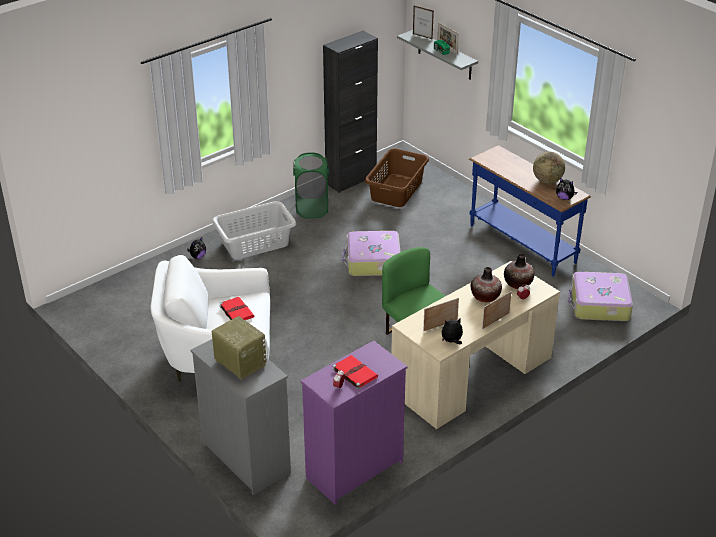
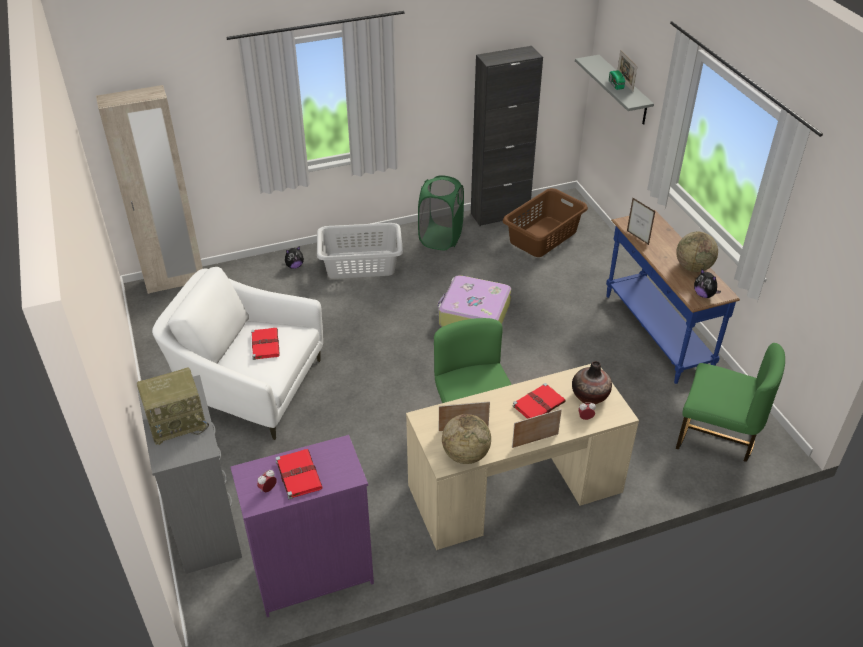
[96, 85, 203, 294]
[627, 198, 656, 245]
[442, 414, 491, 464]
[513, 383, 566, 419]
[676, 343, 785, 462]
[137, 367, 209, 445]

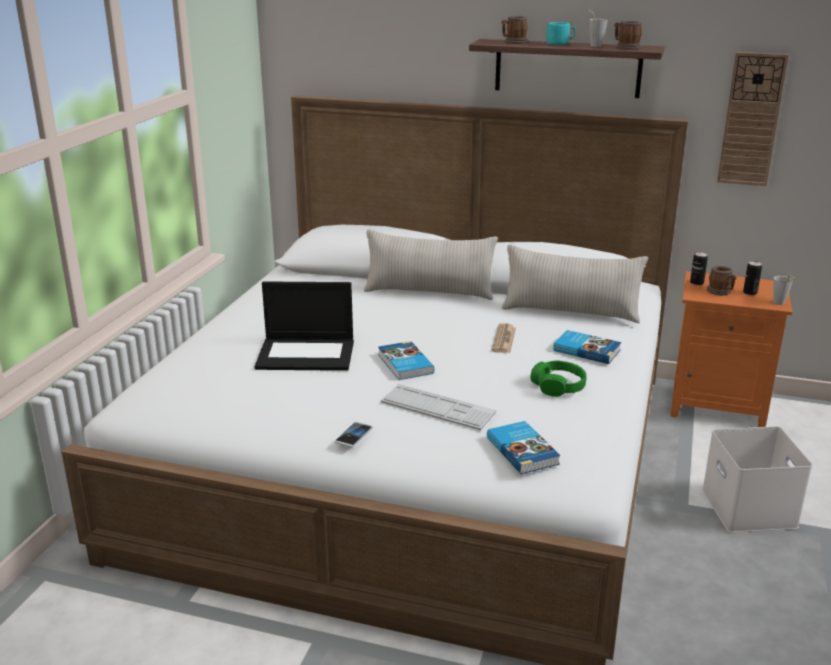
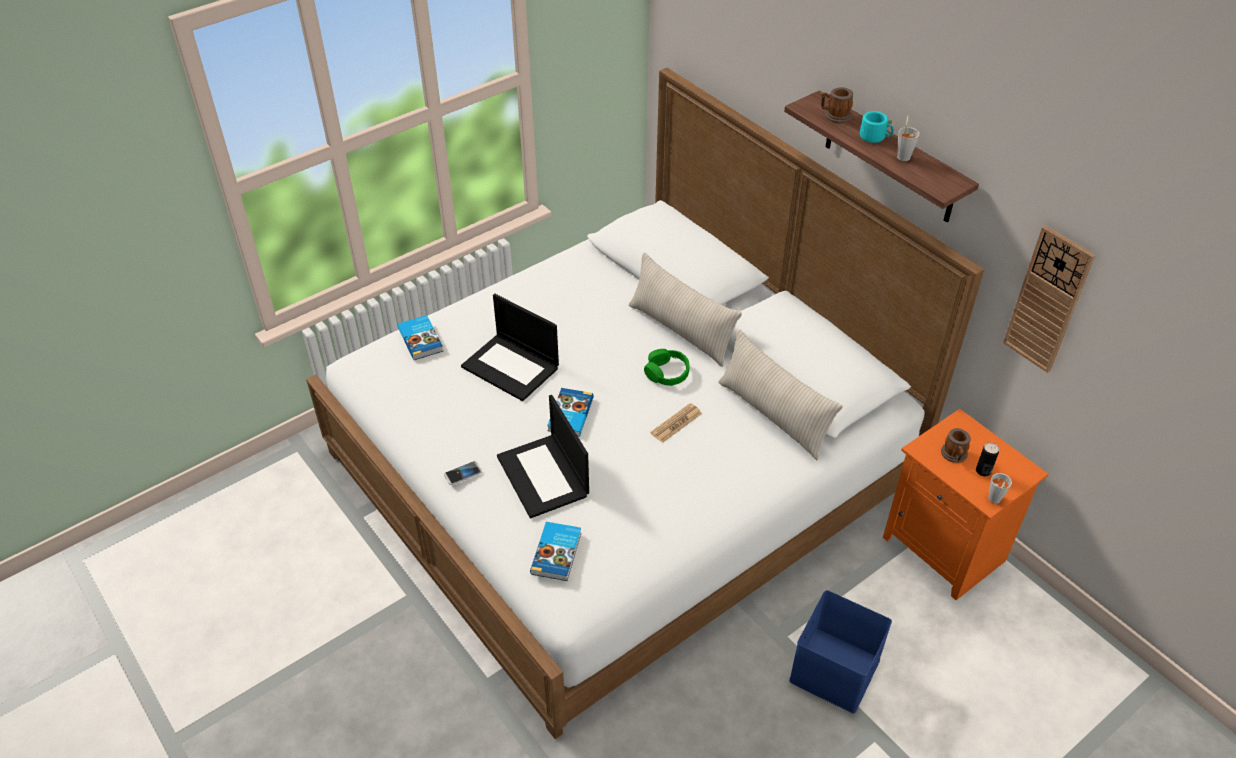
[614, 21, 642, 50] (first image)
[690, 252, 708, 285] (first image)
[644, 349, 689, 386]
[397, 315, 443, 360]
[497, 395, 589, 518]
[789, 590, 892, 713]

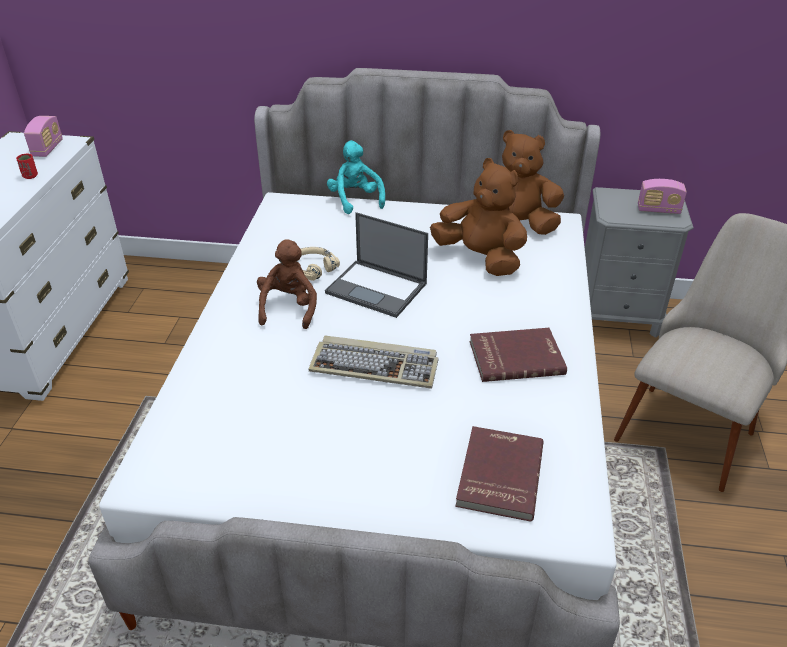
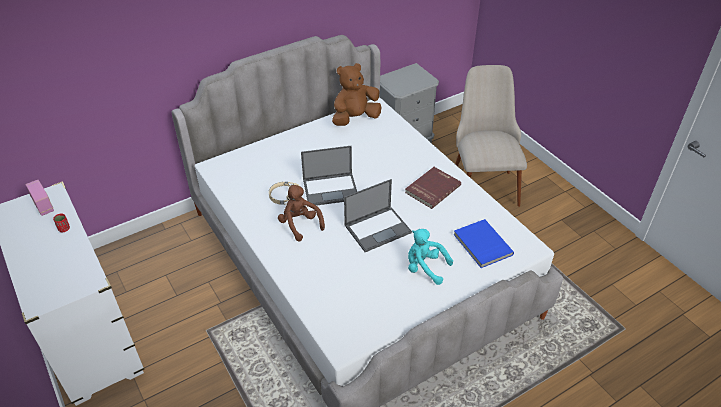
[430, 158, 527, 276] (first image)
[638, 179, 687, 214] (first image)
[408, 229, 453, 285]
[344, 179, 412, 252]
[454, 219, 514, 268]

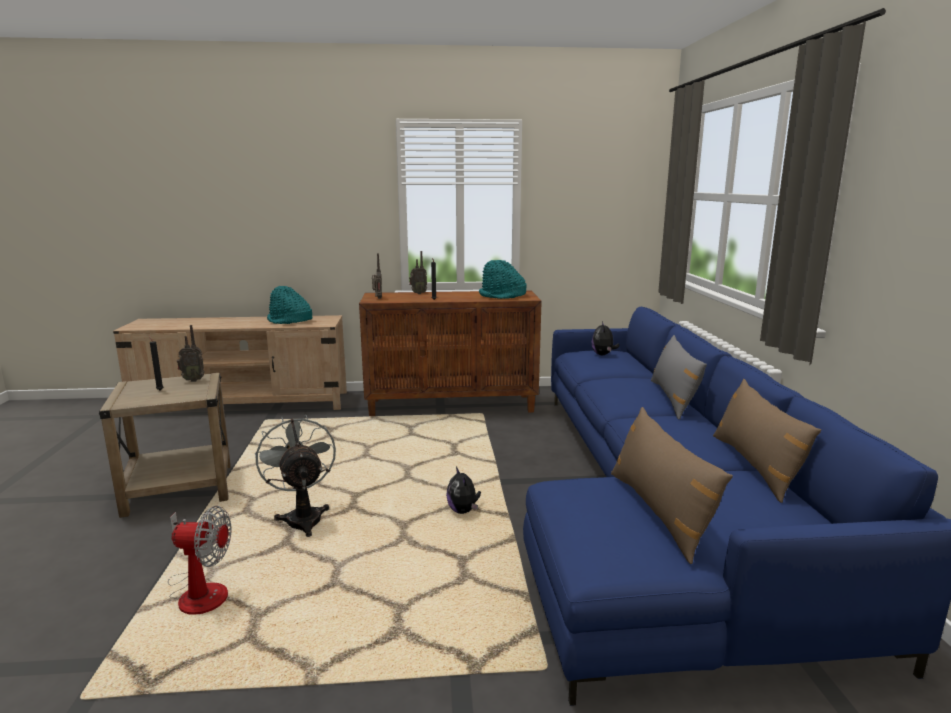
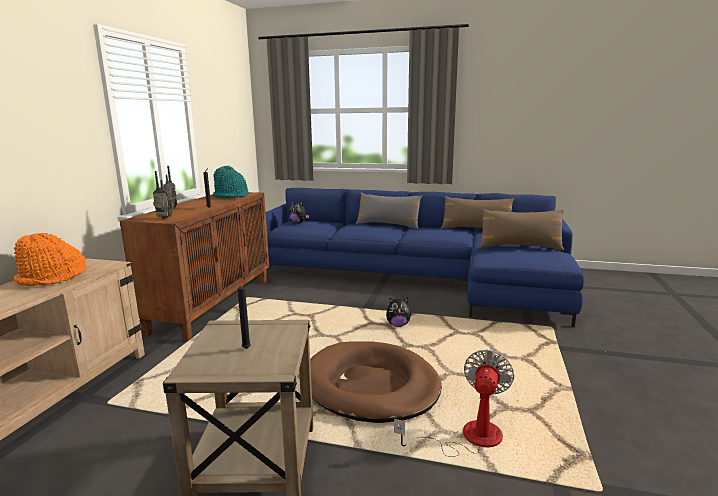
[177, 325, 205, 382] (first image)
[310, 341, 442, 423]
[14, 233, 86, 286]

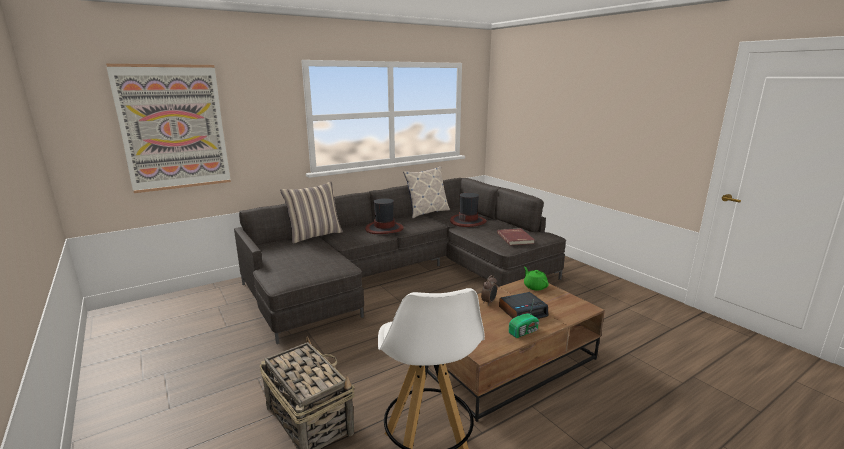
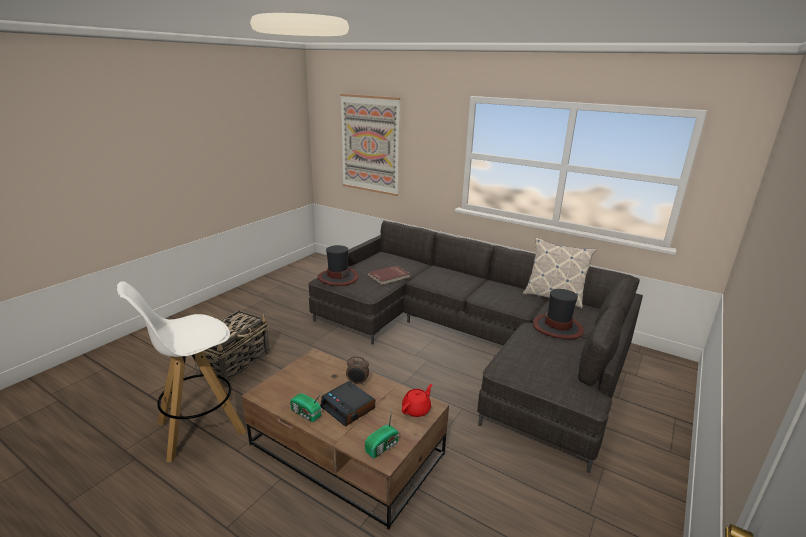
[280, 181, 343, 244] (first image)
[365, 410, 399, 459]
[318, 245, 359, 286]
[368, 265, 410, 285]
[402, 384, 433, 417]

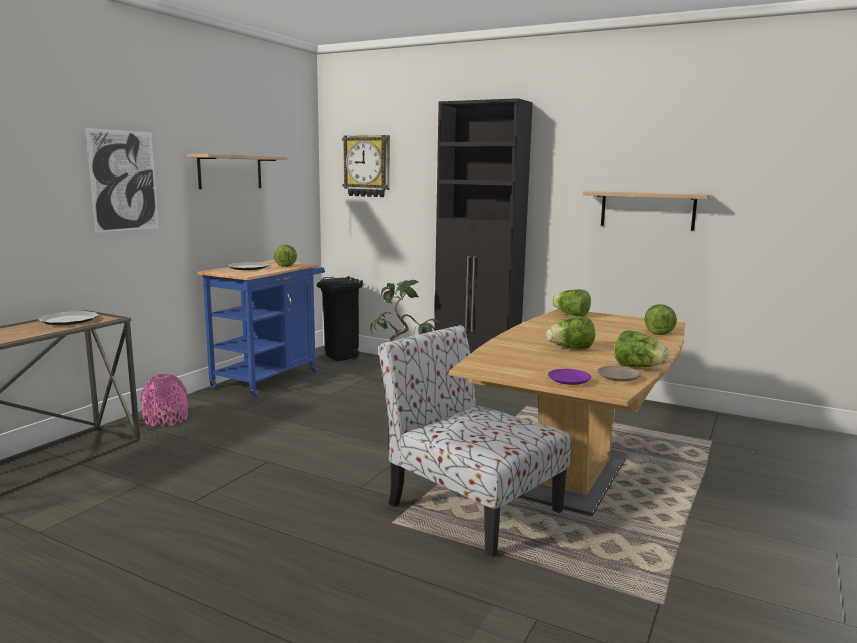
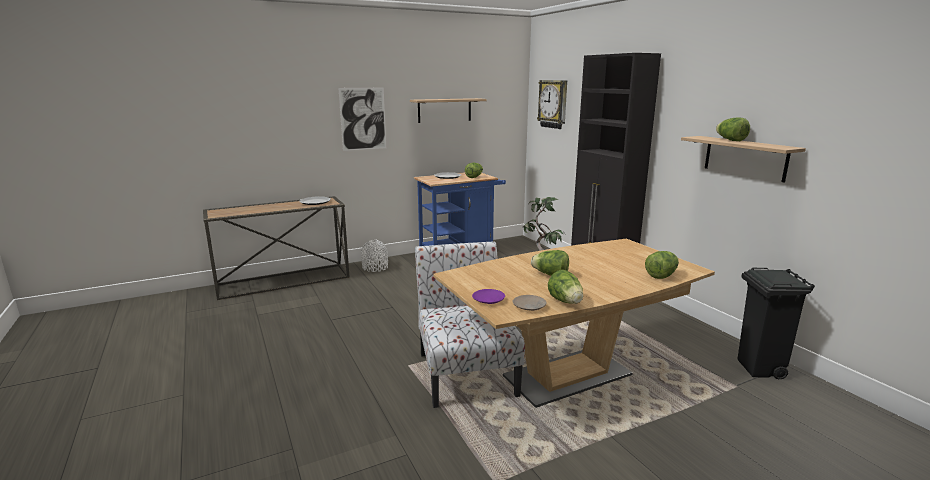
[737, 268, 815, 380]
[716, 117, 750, 141]
[361, 240, 388, 272]

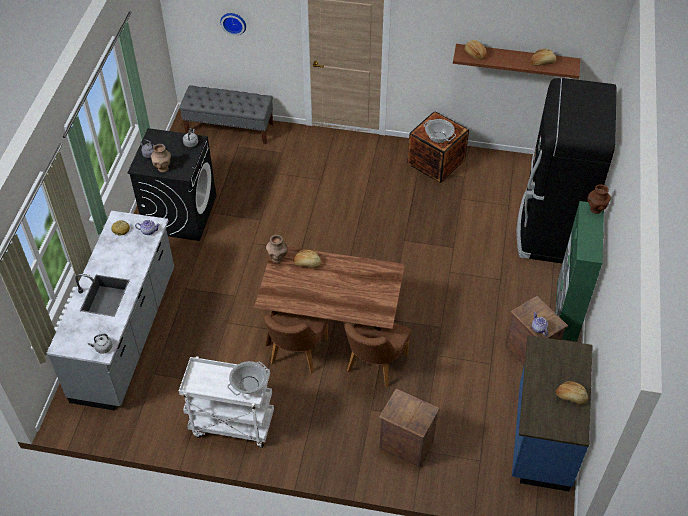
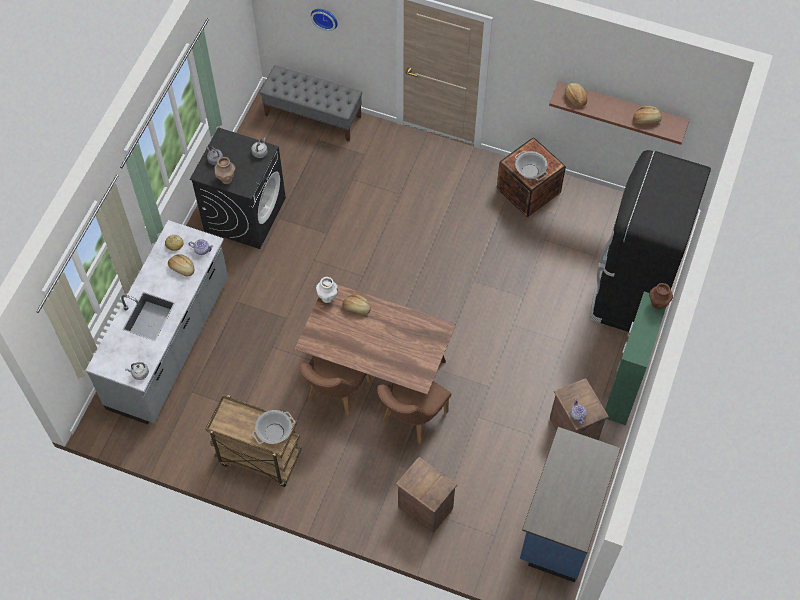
[168, 254, 194, 276]
[206, 395, 302, 487]
[316, 277, 338, 303]

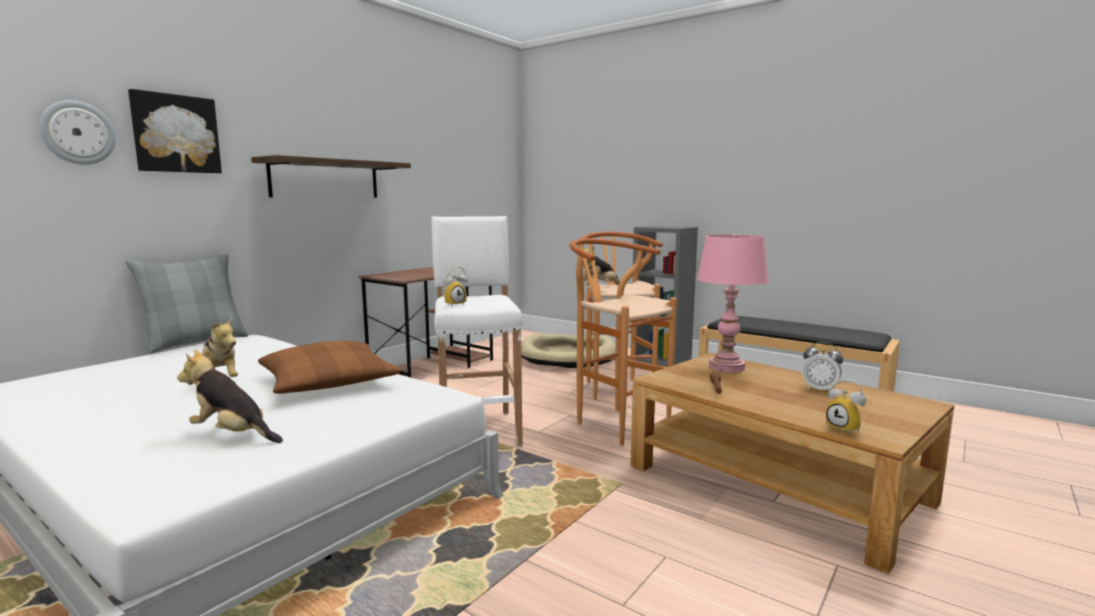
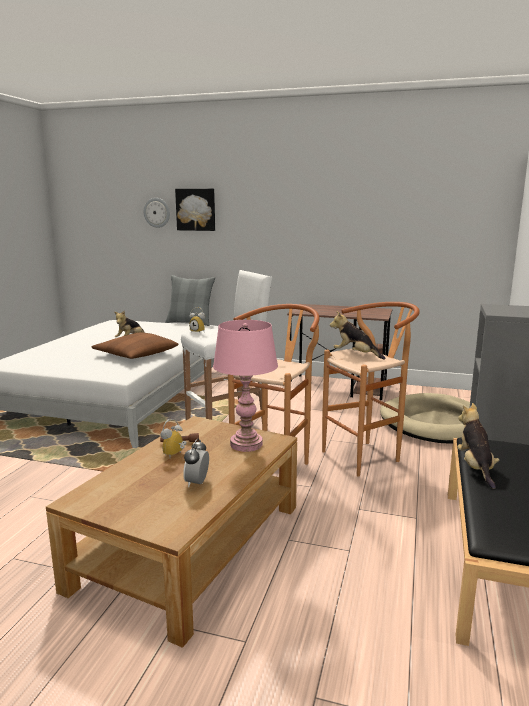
[251, 155, 411, 198] (first image)
[458, 403, 499, 489]
[161, 419, 187, 457]

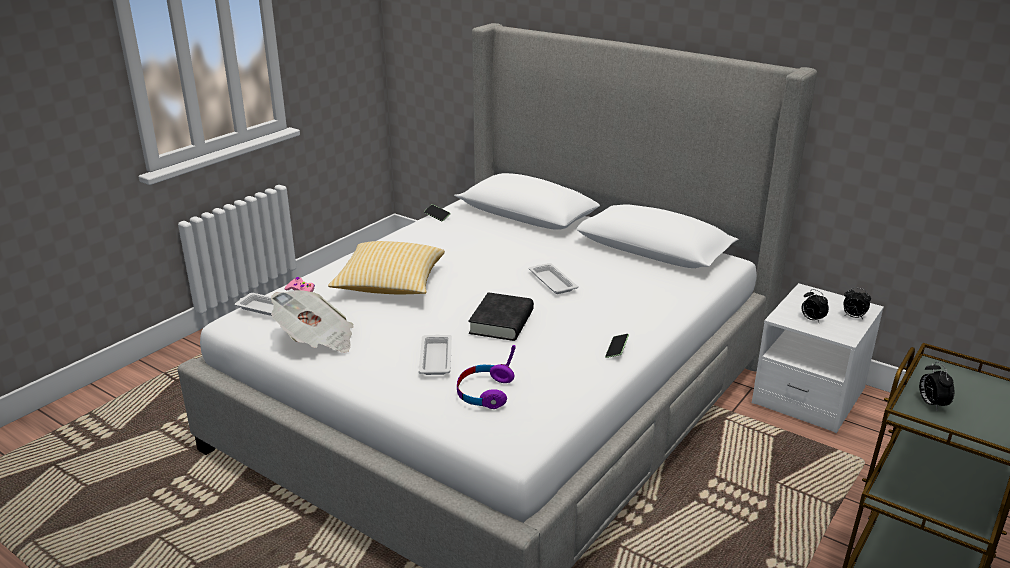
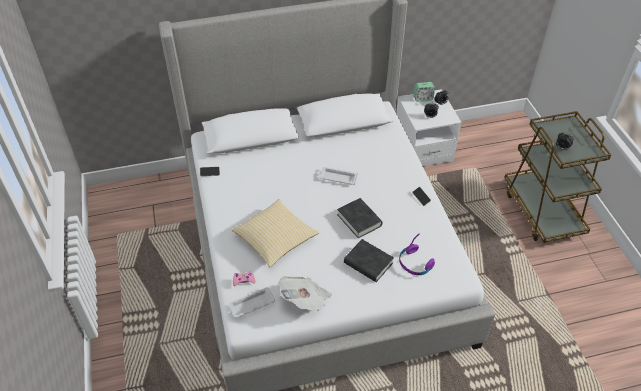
[413, 82, 435, 102]
[344, 239, 394, 282]

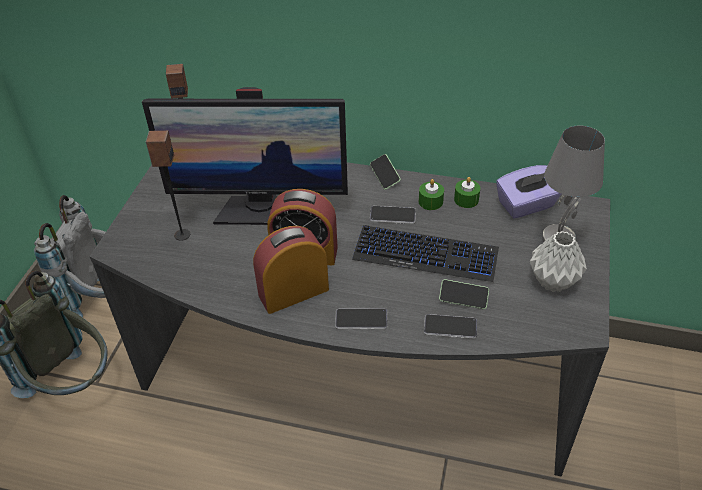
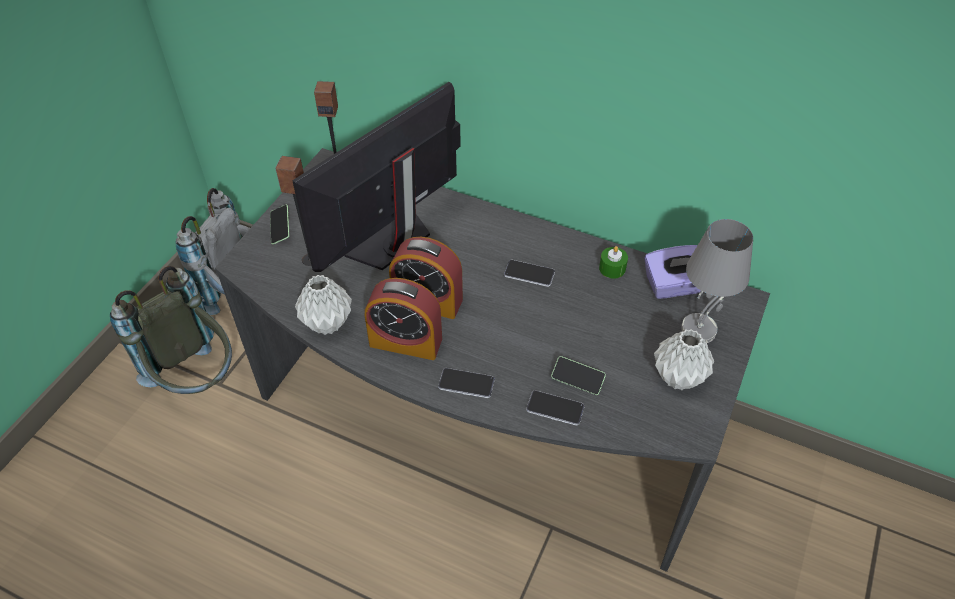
[352, 225, 499, 282] (first image)
[419, 179, 444, 210] (first image)
[295, 275, 352, 335]
[270, 205, 289, 245]
[292, 82, 461, 272]
[365, 278, 442, 360]

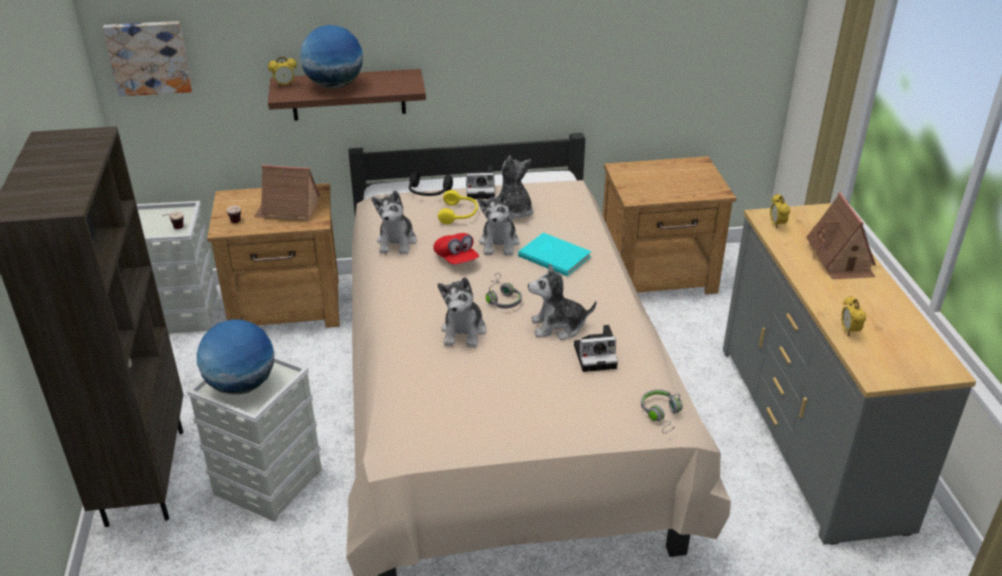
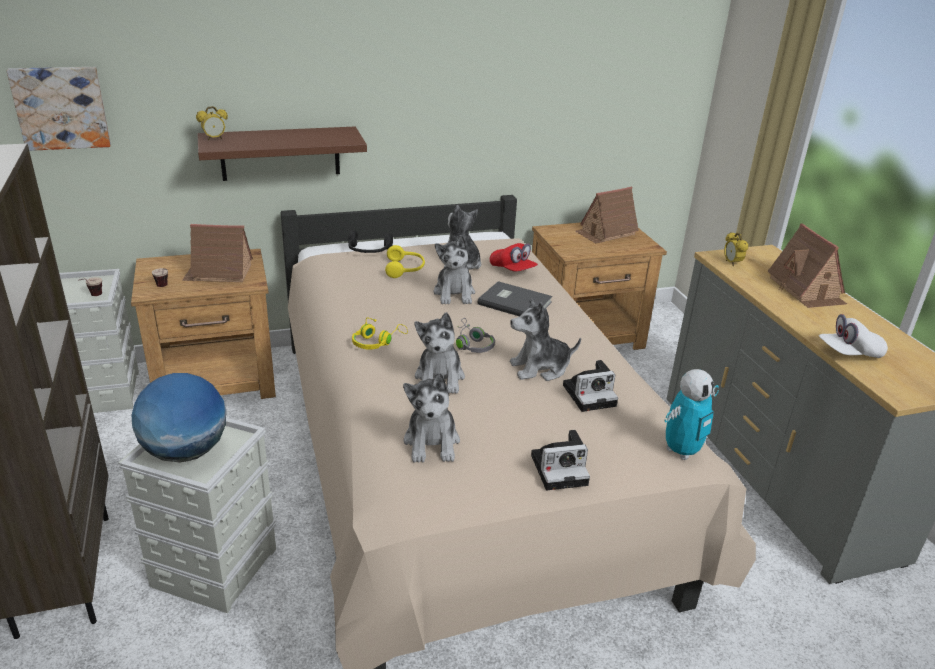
[300, 25, 363, 89] (first image)
[352, 317, 408, 350]
[575, 187, 639, 244]
[403, 373, 460, 463]
[490, 243, 538, 272]
[531, 430, 590, 490]
[664, 369, 719, 460]
[819, 314, 888, 358]
[478, 281, 553, 316]

